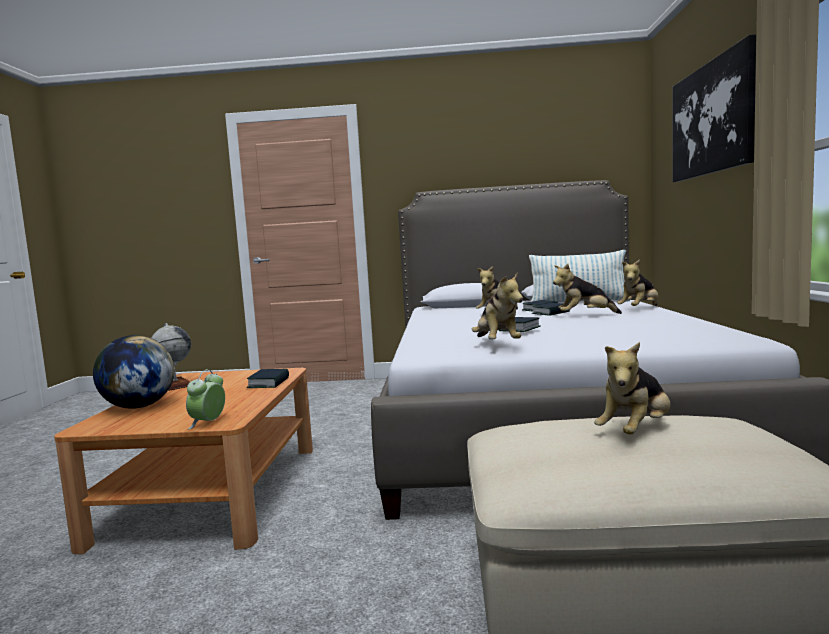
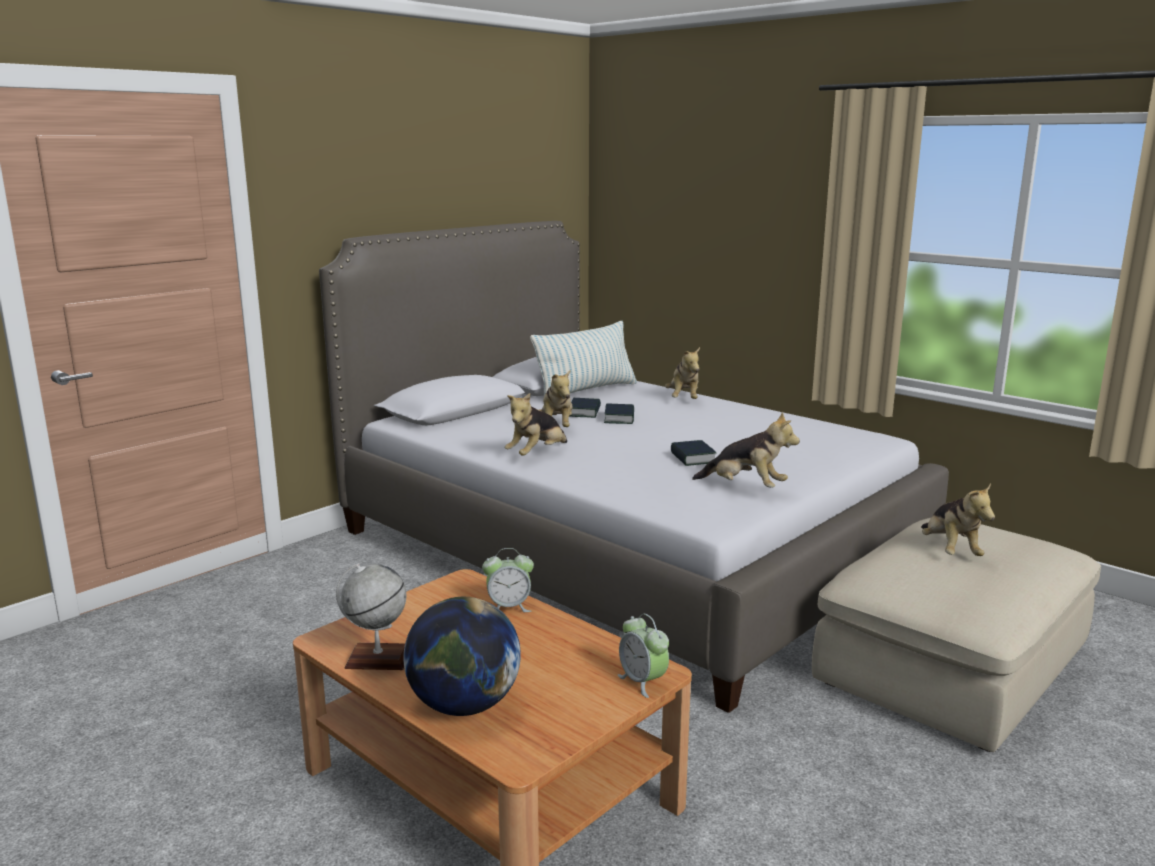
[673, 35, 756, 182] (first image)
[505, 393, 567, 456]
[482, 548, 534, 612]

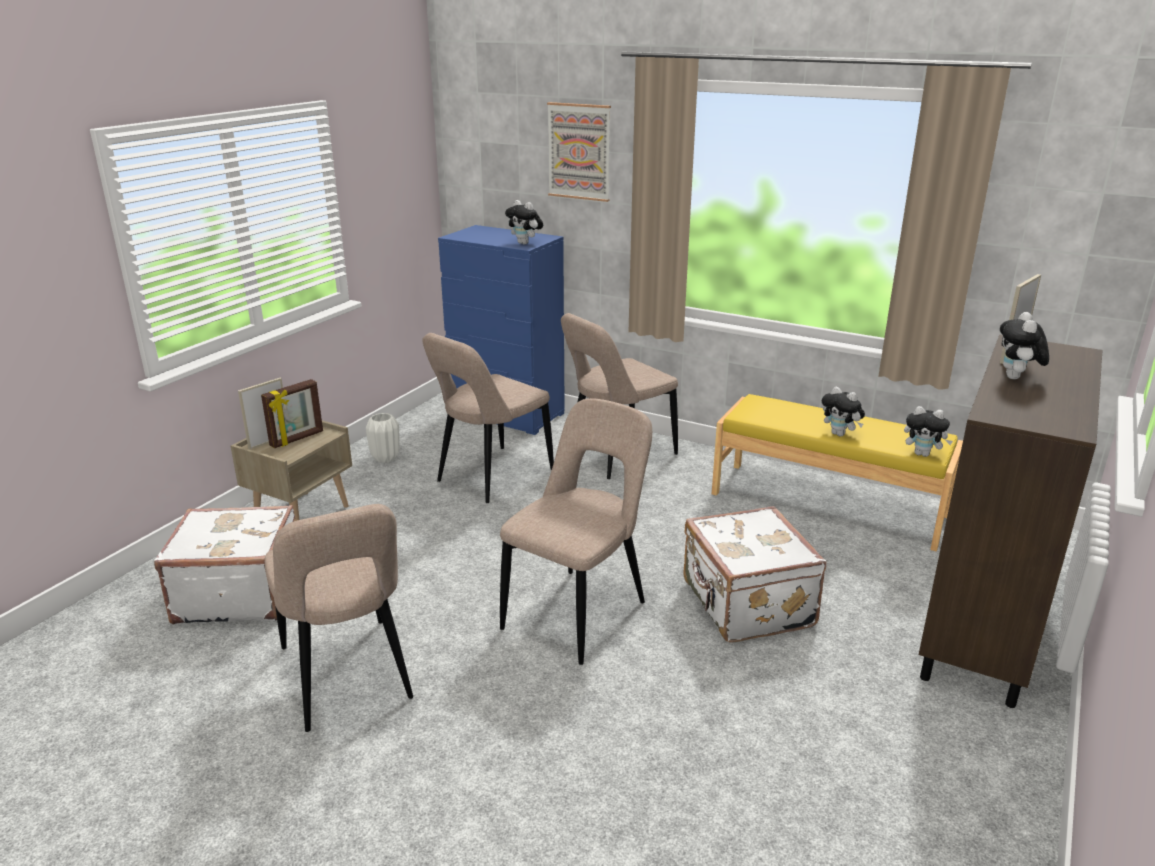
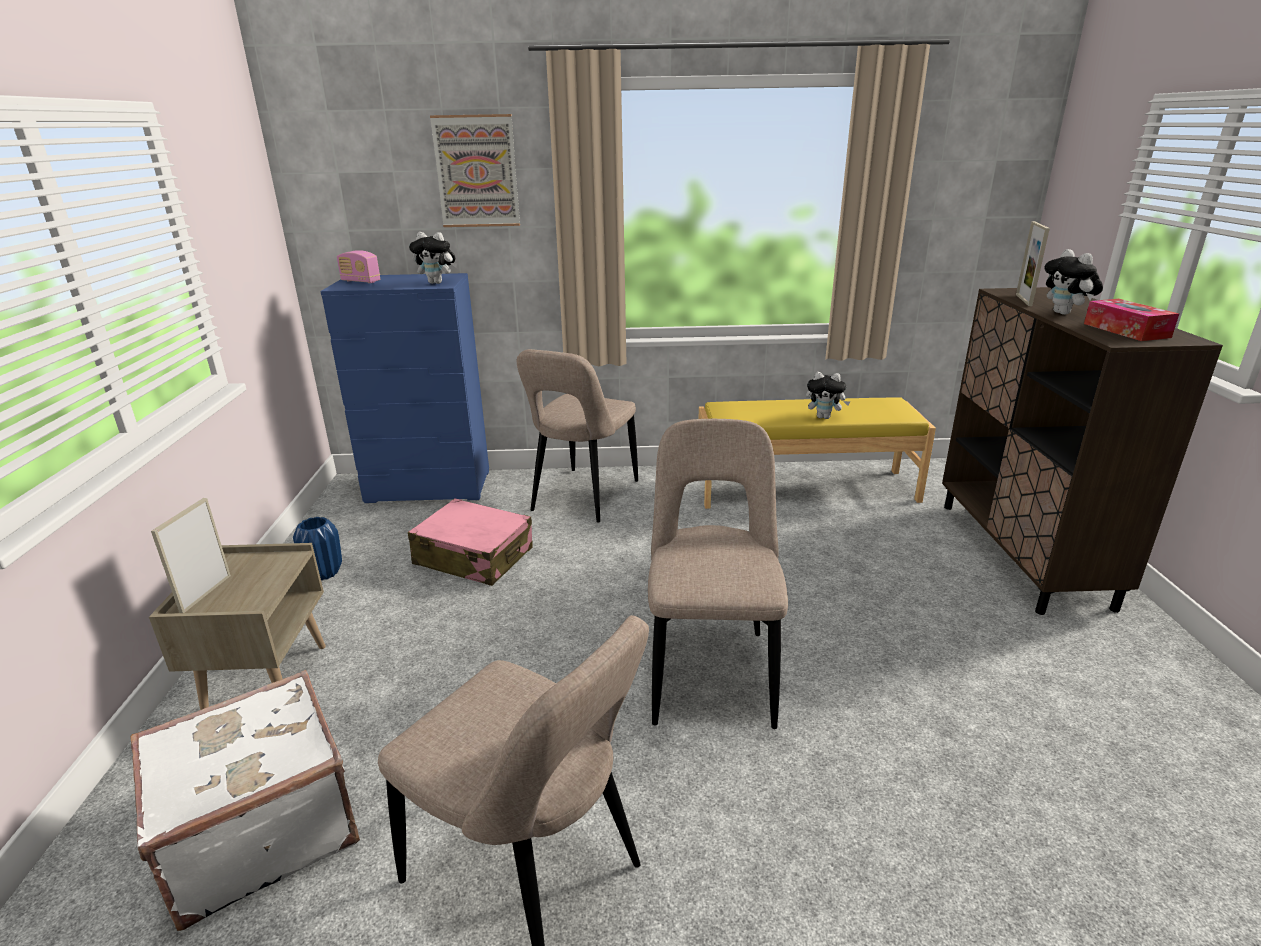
[261, 379, 323, 448] (first image)
[683, 506, 827, 643] (first image)
[904, 406, 953, 457] (first image)
[337, 250, 380, 283]
[1084, 299, 1179, 341]
[408, 498, 532, 586]
[293, 517, 342, 580]

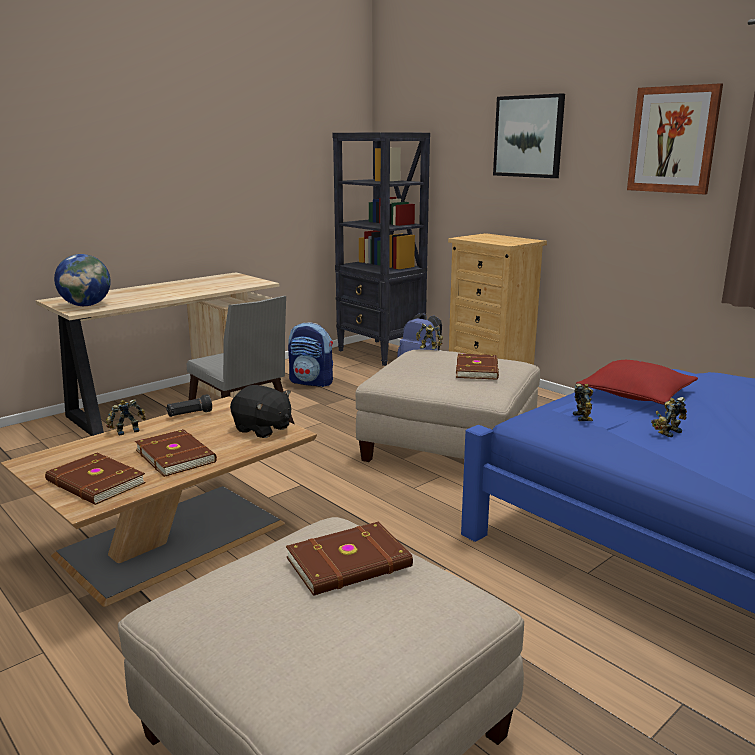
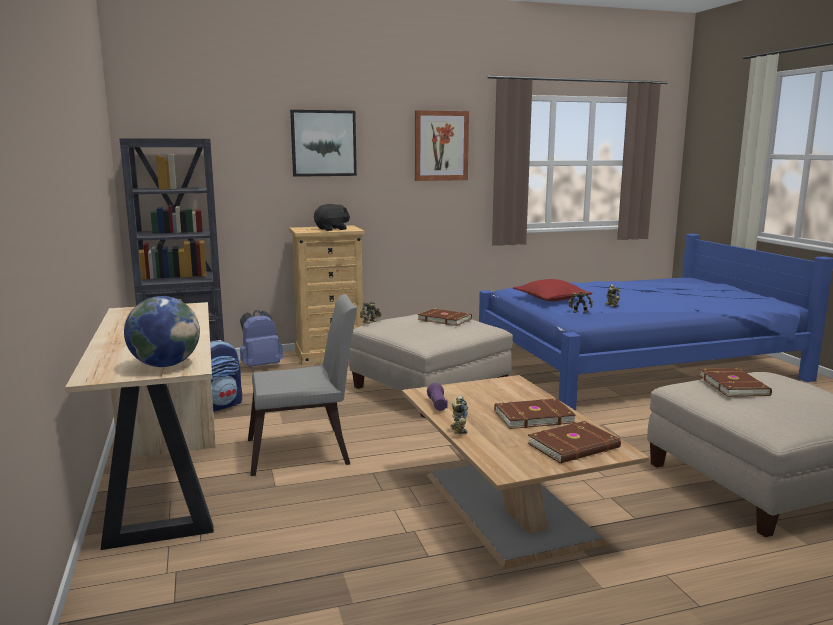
[314, 204, 350, 231]
[427, 383, 448, 411]

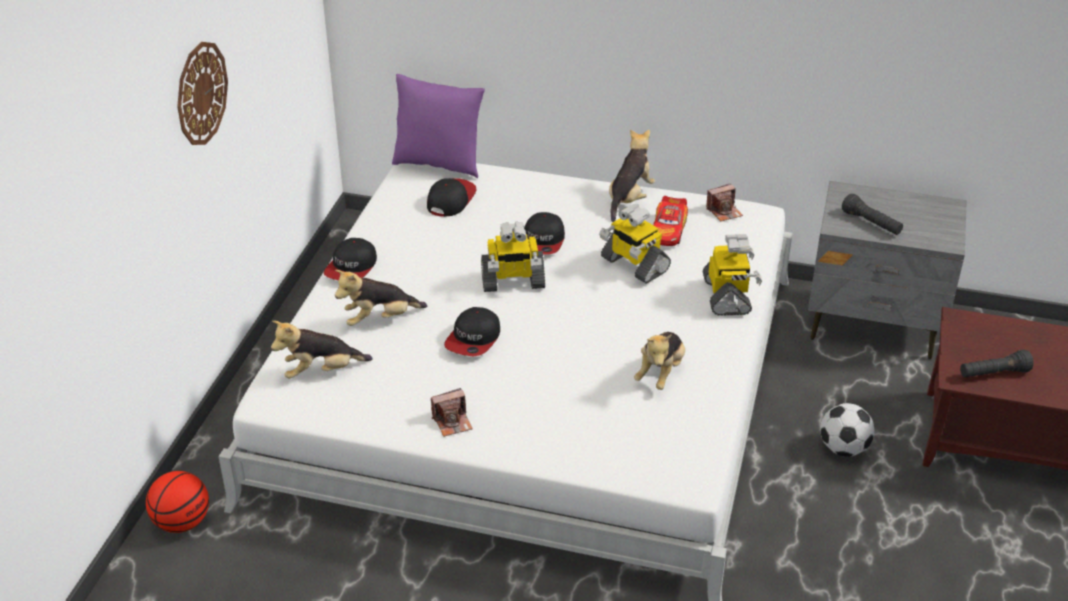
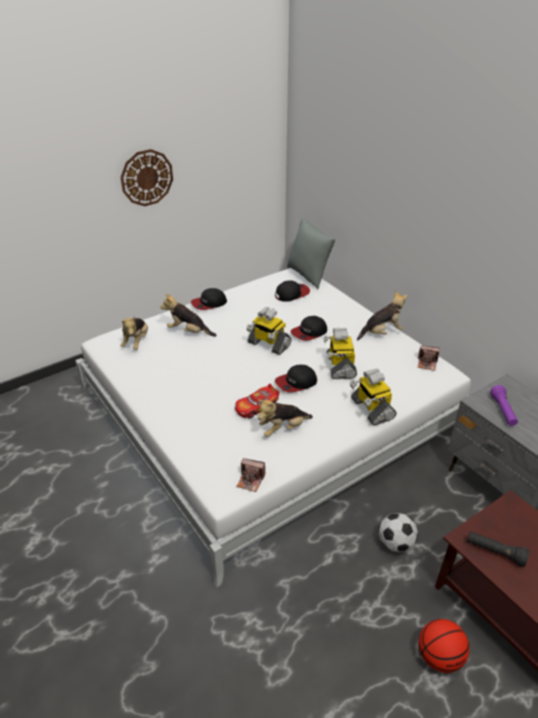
[419, 619, 470, 673]
[236, 458, 265, 492]
[275, 365, 317, 392]
[235, 384, 280, 419]
[287, 217, 336, 289]
[490, 385, 518, 426]
[121, 316, 148, 350]
[350, 368, 396, 425]

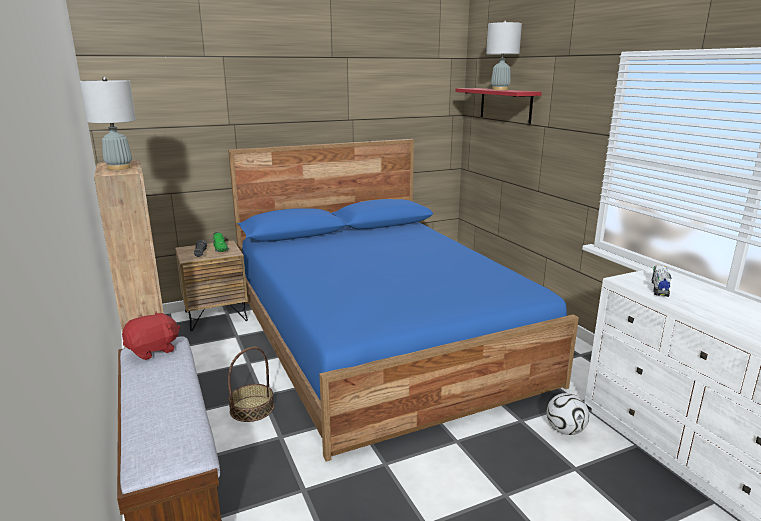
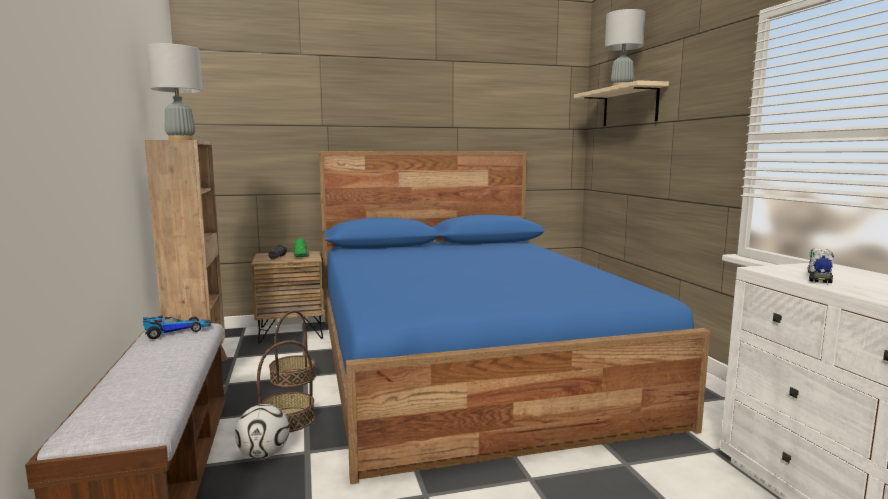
[269, 310, 316, 387]
[235, 404, 289, 459]
[143, 316, 211, 339]
[574, 80, 669, 126]

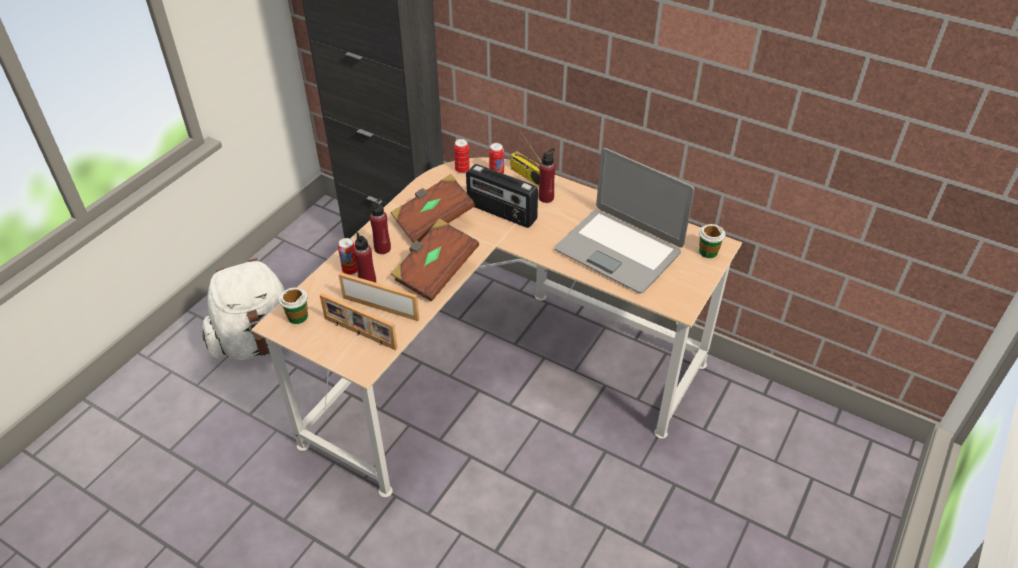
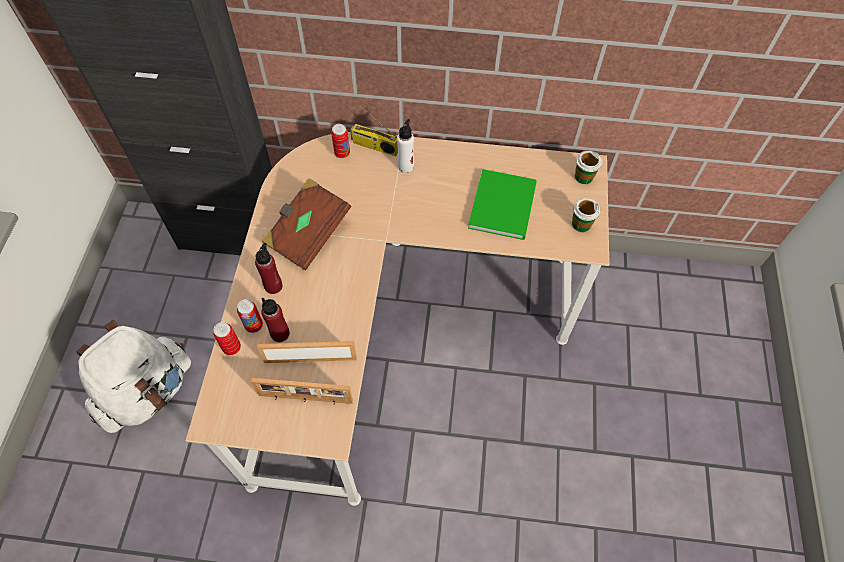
[391, 219, 479, 302] (first image)
[466, 164, 538, 228] (first image)
[572, 198, 601, 232]
[213, 322, 241, 355]
[468, 169, 537, 240]
[397, 119, 414, 173]

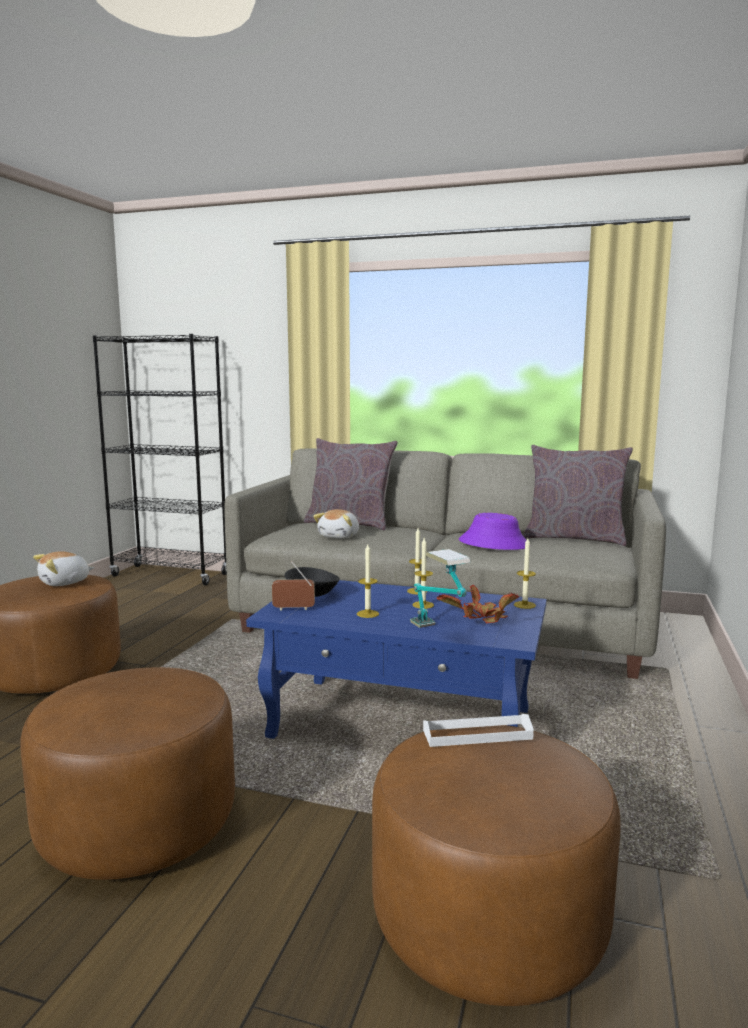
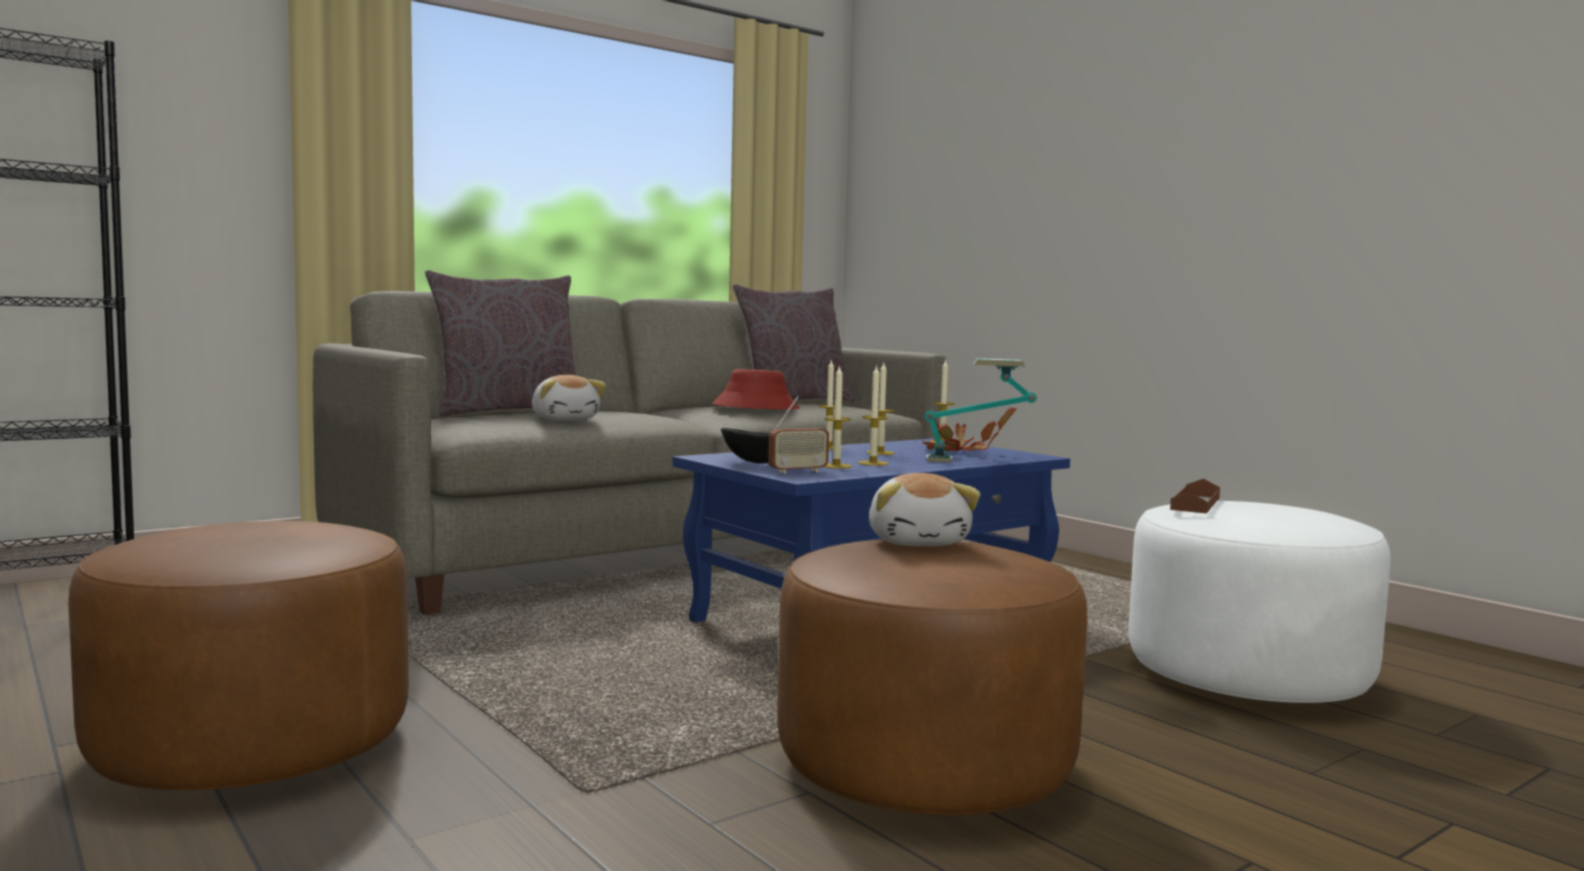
[825, 365, 852, 469]
[869, 473, 980, 546]
[1129, 501, 1390, 703]
[1170, 479, 1220, 513]
[712, 369, 799, 409]
[768, 396, 829, 474]

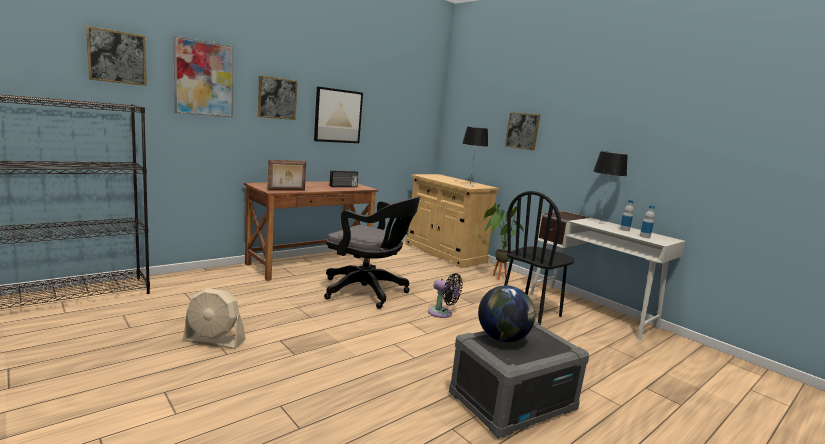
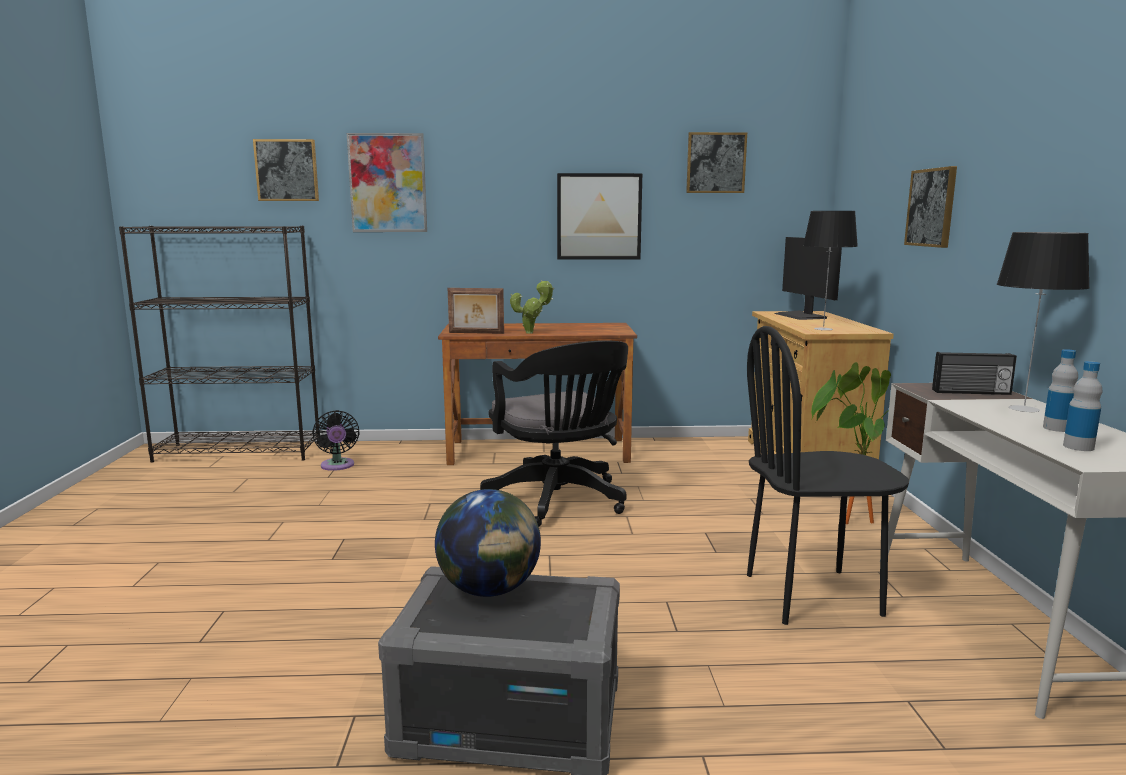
[183, 288, 246, 349] (first image)
[510, 280, 554, 334]
[774, 237, 842, 320]
[686, 132, 747, 193]
[932, 352, 1017, 395]
[312, 410, 360, 471]

